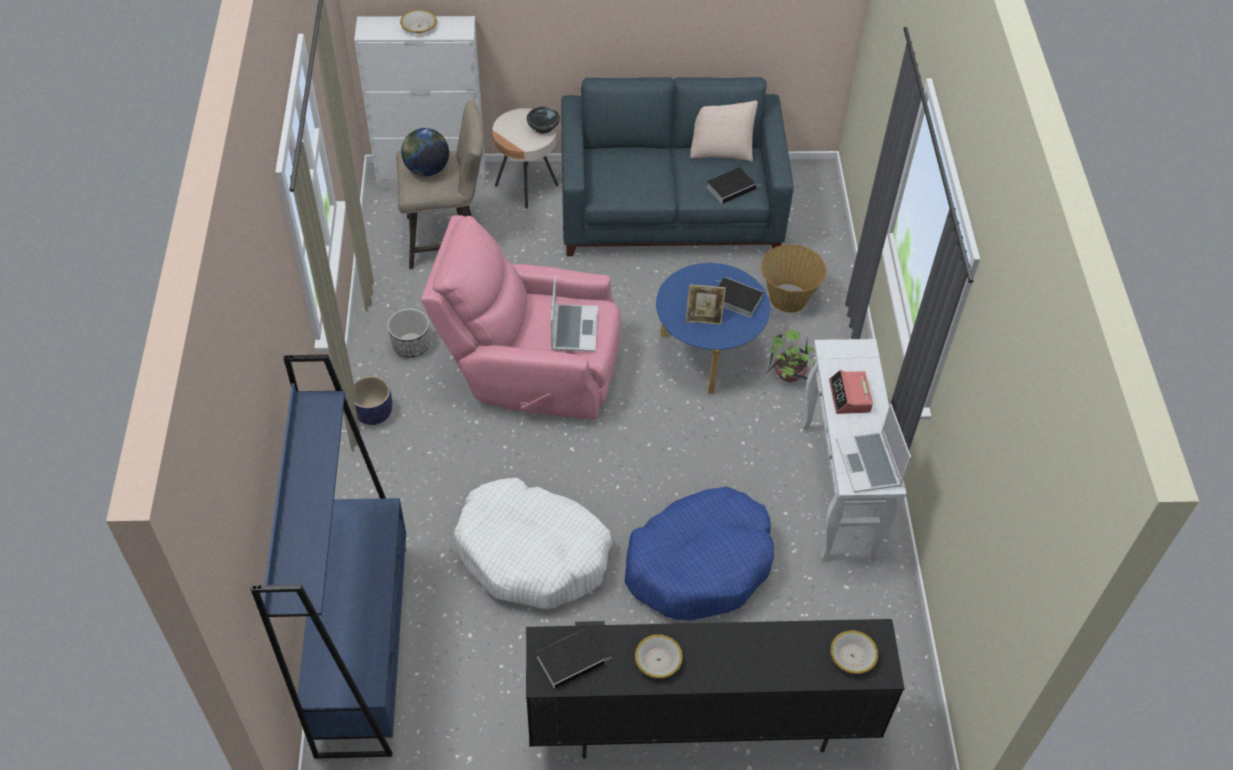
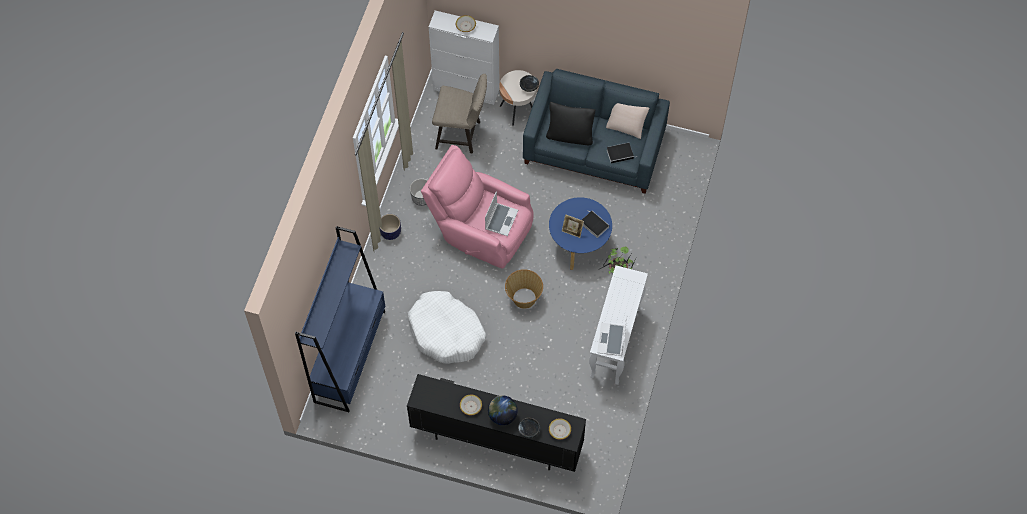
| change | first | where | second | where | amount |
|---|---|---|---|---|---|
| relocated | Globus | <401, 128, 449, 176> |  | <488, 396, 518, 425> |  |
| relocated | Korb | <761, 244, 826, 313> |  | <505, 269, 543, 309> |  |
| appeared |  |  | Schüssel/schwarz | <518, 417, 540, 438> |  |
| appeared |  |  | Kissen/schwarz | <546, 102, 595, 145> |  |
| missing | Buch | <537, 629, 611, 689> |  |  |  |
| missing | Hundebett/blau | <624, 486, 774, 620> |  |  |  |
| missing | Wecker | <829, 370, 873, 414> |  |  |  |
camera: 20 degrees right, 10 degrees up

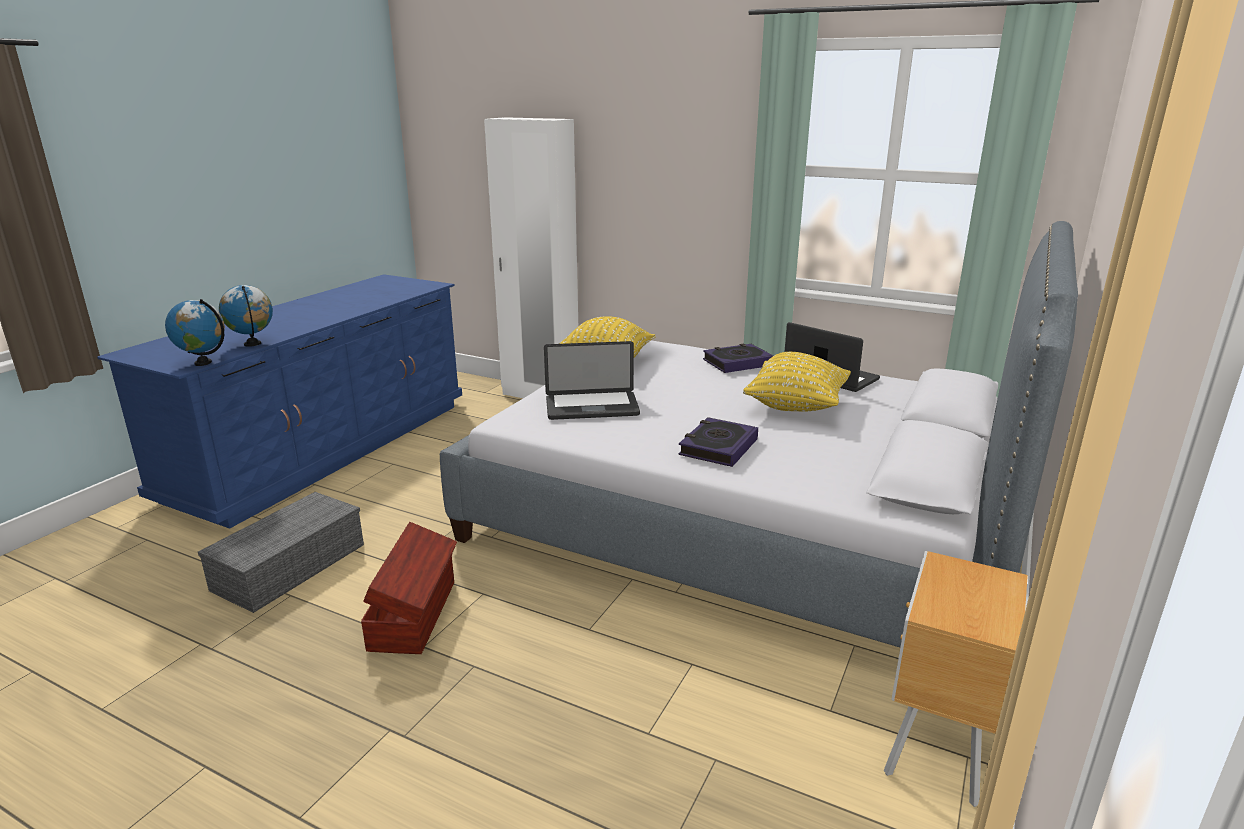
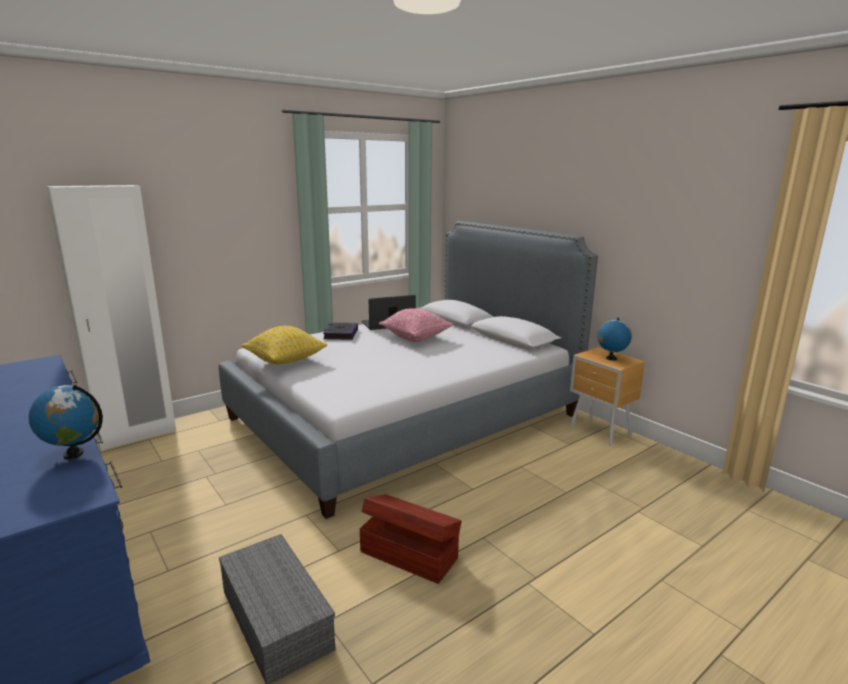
| change | first | where | second | where | amount |
|---|---|---|---|---|---|
| colour | Kissen/gelb | <743, 352, 851, 411> | Kissen/rosa | <379, 308, 453, 342> |  |
| relocated | Globus | <165, 299, 225, 366> |  | <597, 318, 632, 360> |  |
| missing | Laptop | <544, 341, 640, 420> |  |  |  |
| missing | Buch | <678, 417, 758, 467> |  |  |  |
camera: 65 degrees left, 5 degrees down

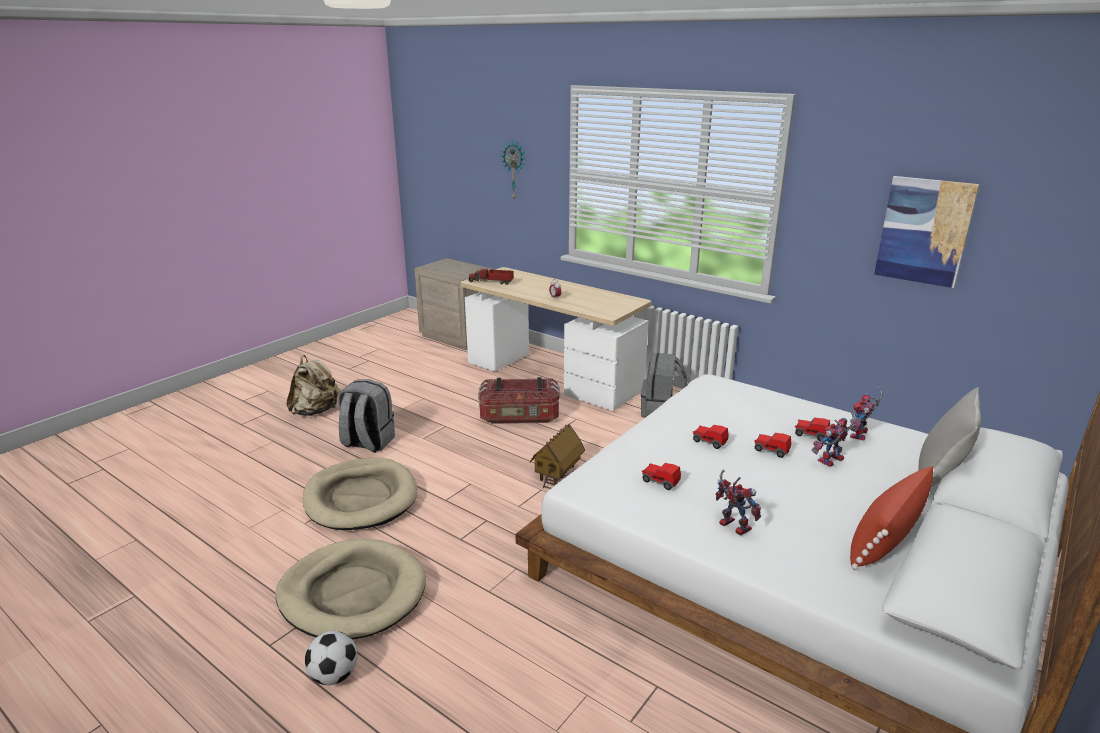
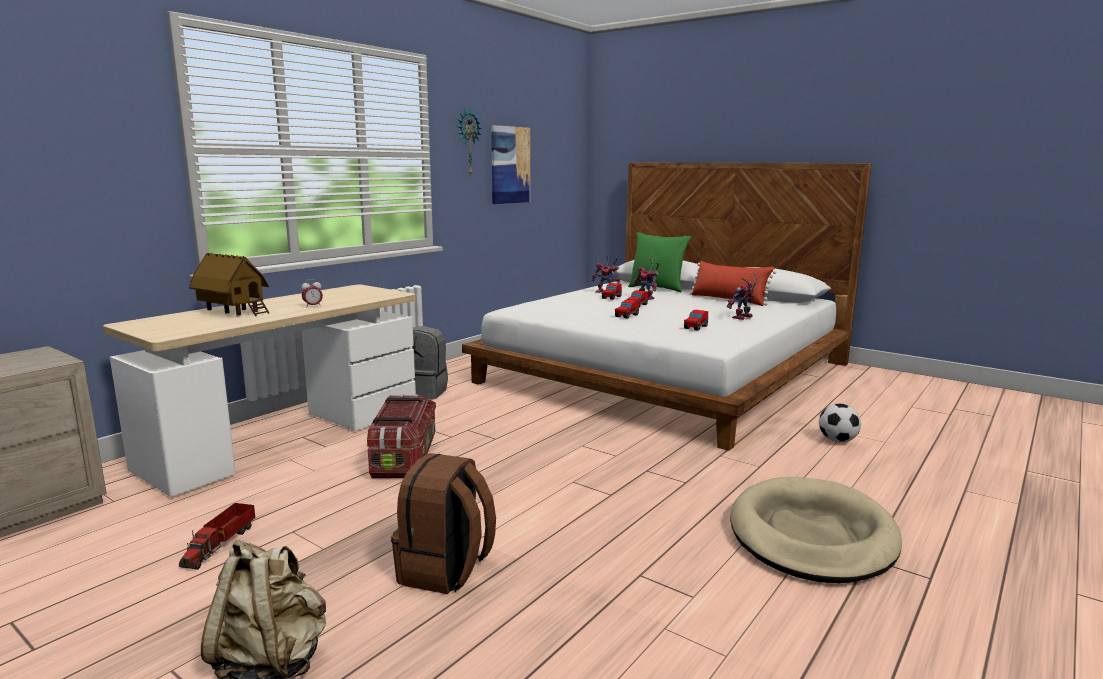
| change | first | where | second | where | amount |
|---|---|---|---|---|---|
| relocated | Spielzeuglaster | <468, 269, 514, 285> |  | <179, 503, 255, 570> |  |
| relocated | Spielzeughaus | <530, 424, 585, 489> |  | <189, 253, 269, 316> |  |
| colour | Rucksack/grau | <338, 379, 395, 453> | Rucksack/braun | <391, 453, 496, 594> |  |
| relocated | Wanduhr | <501, 141, 526, 199> |  | <457, 108, 482, 175> |  |
| colour | Kissen/grau | <918, 387, 981, 487> | Kissen/grün | <628, 232, 691, 292> |  |
| relocated | Fußball | <305, 631, 357, 685> |  | <819, 404, 861, 443> |  |
| missing | Hundebett/beige | <302, 458, 418, 531> |  |  |  |
camera: 90 degrees left, 10 degrees down

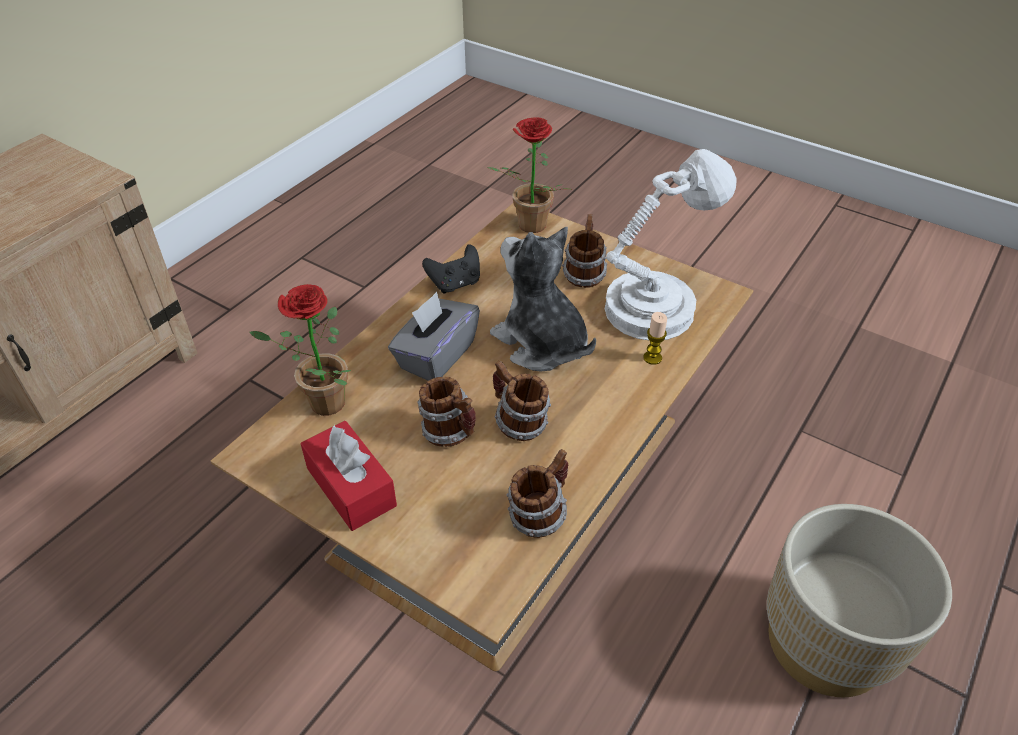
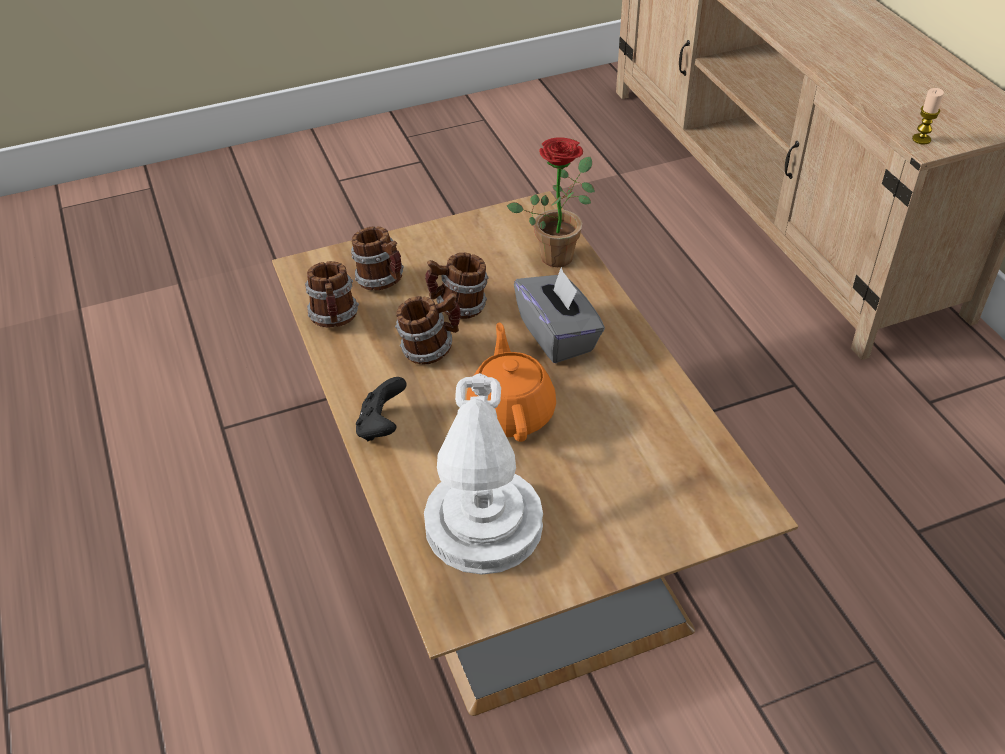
| change | first | where | second | where | amount |
|---|---|---|---|---|---|
| relocated | Henkelbecher | <562, 214, 607, 288> |  | <351, 226, 404, 291> |  |
| relocated | Gamepad/schwarz | <422, 244, 480, 294> |  | <356, 377, 407, 441> |  |
| exchanged | Plüschtier | <490, 227, 596, 372> | Teekanne/orange | <466, 322, 556, 442> |  |
| relocated | Kerze | <643, 312, 667, 365> |  | <912, 88, 944, 145> |  |
| missing | Taschentuchbox/rot | <301, 421, 397, 531> |  |  |  |
| missing | Topfpflanze | <487, 117, 572, 233> |  |  |  |
| missing | Pflanzkübel/beige | <767, 504, 952, 697> |  |  |  |
camera: 125 degrees right, 0 degrees up

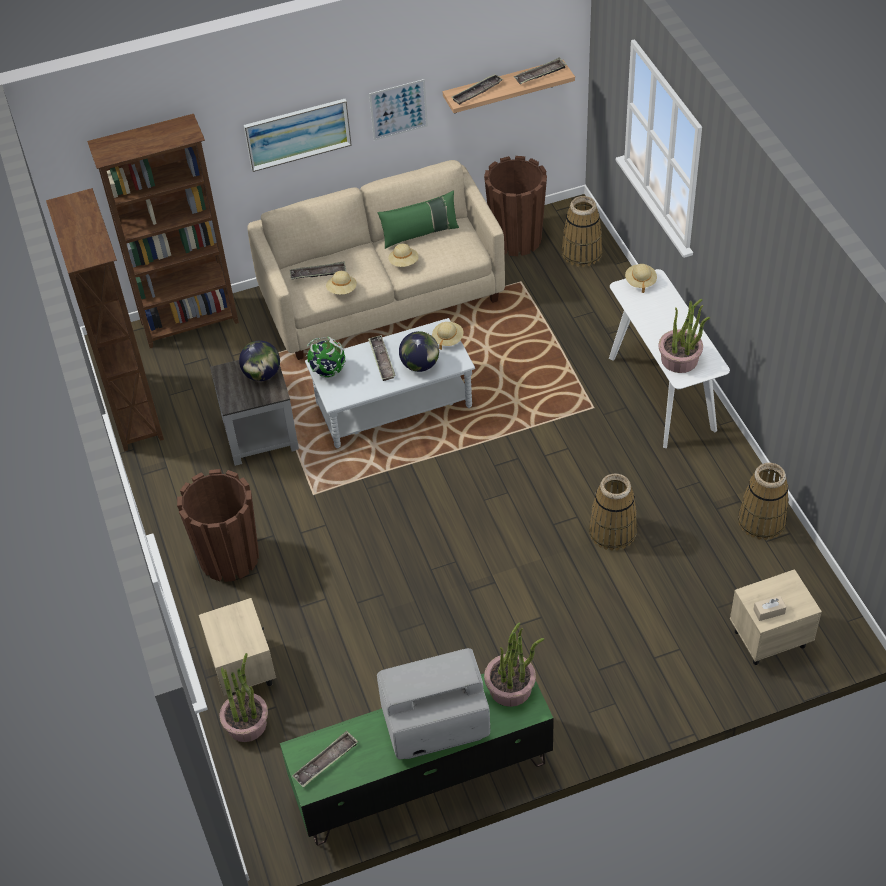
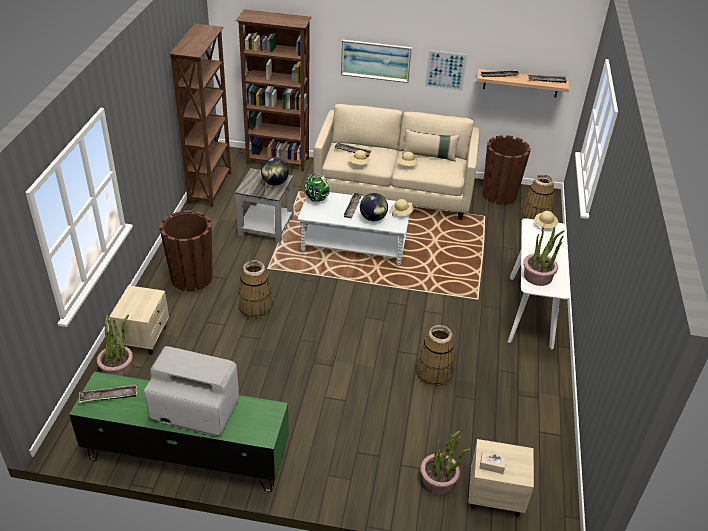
| change | first | where | second | where | amount |
|---|---|---|---|---|---|
| relocated | Korb | <738, 463, 789, 540> |  | <239, 260, 273, 320> |  |
| colour | Kissen/grün | <378, 191, 459, 249> | Kissen/beige | <402, 128, 460, 162> |  |
| relocated | Topfpflanze | <484, 623, 544, 707> |  | <420, 431, 471, 494> |  |
camera: 25 degrees right, 10 degrees down

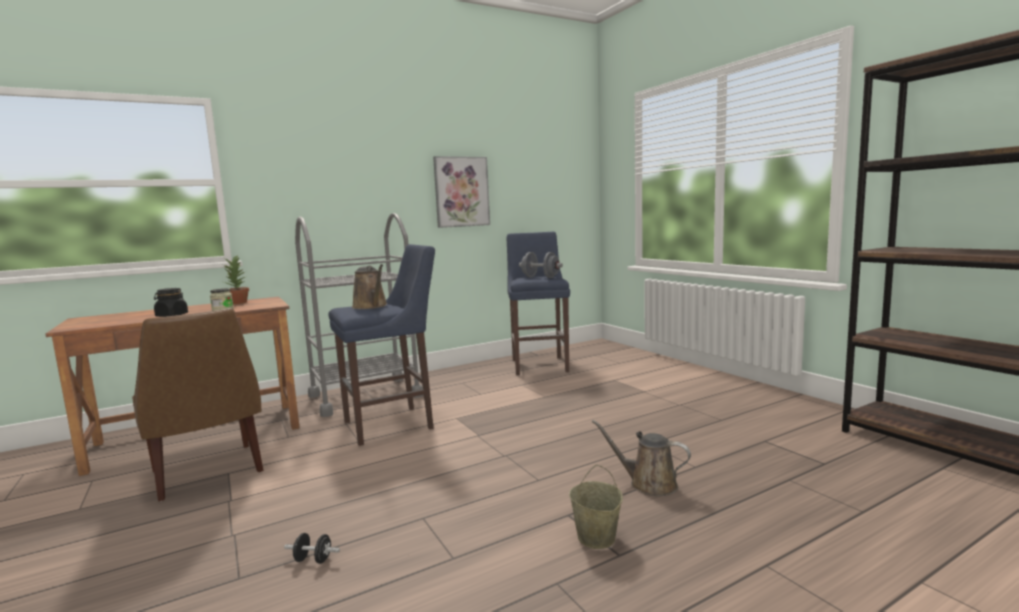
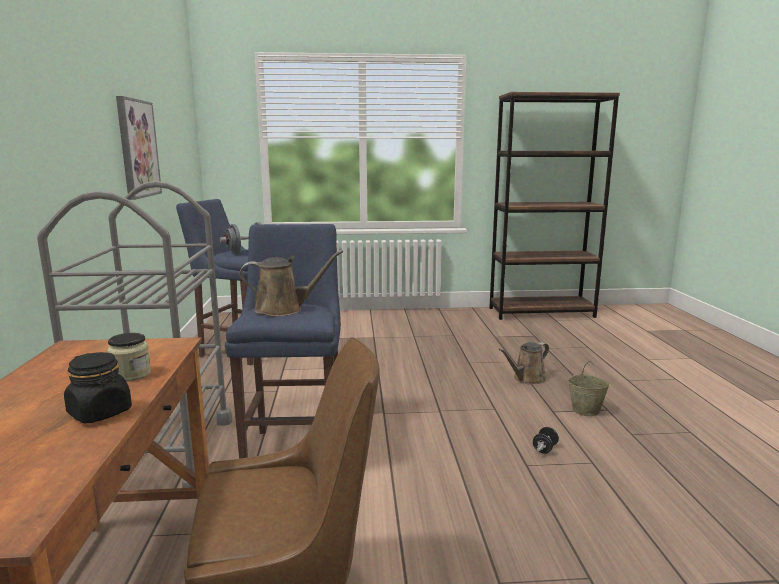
| change | first | where | second | where | amount |
|---|---|---|---|---|---|
| relocated | Hantel/schwarz | <284, 533, 340, 564> |  | <533, 427, 559, 454> |  |
| missing | Topfpflanze | <223, 255, 249, 304> |  |  |  |
camera: 65 degrees left, 5 degrees up

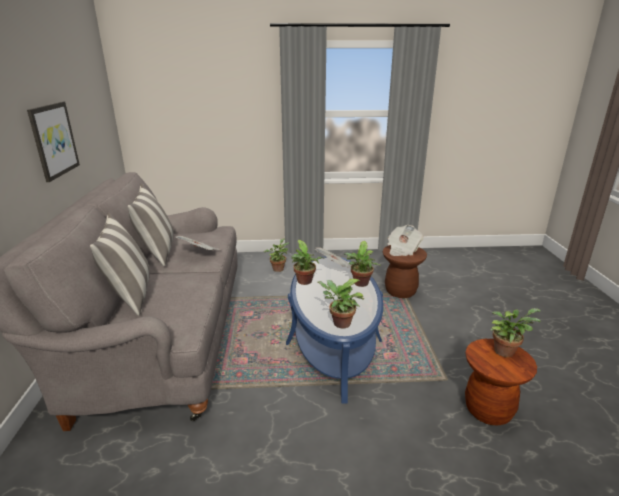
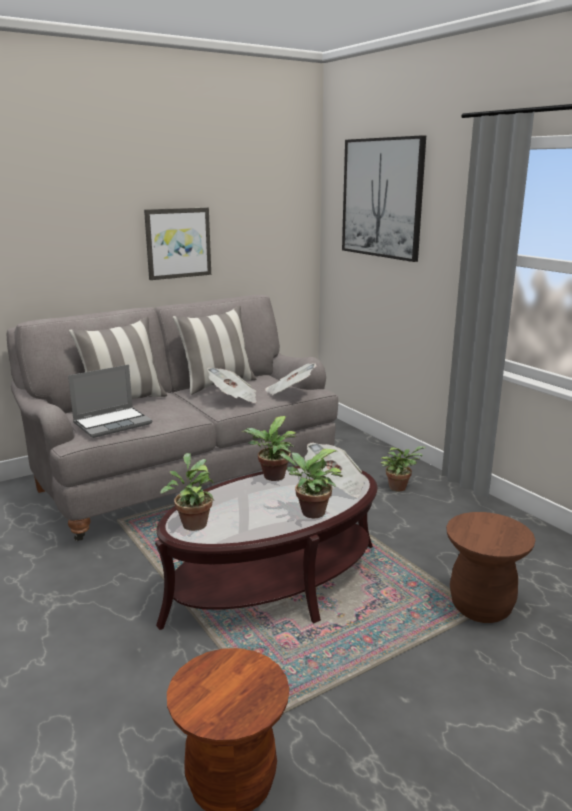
| change | first | where | second | where | amount |
|---|---|---|---|---|---|
| appeared |  |  | Laptop | <68, 364, 152, 438> |  |
| colour | Couchtisch/blau | <286, 256, 383, 404> | Couchtisch/braun | <155, 466, 378, 630> |  |
| relocated | Zeitung | <388, 225, 423, 256> |  | <265, 363, 317, 395> |  |
| appeared |  |  | Bild | <342, 135, 426, 262> |  |
| missing | Topfpflanze | <490, 308, 541, 357> |  |  |  |
camera: 60 degrees right, 5 degrees down

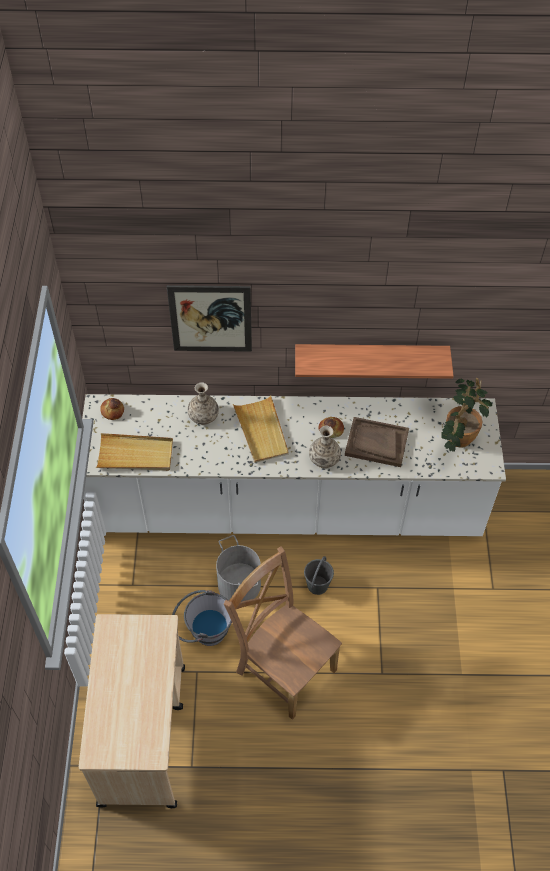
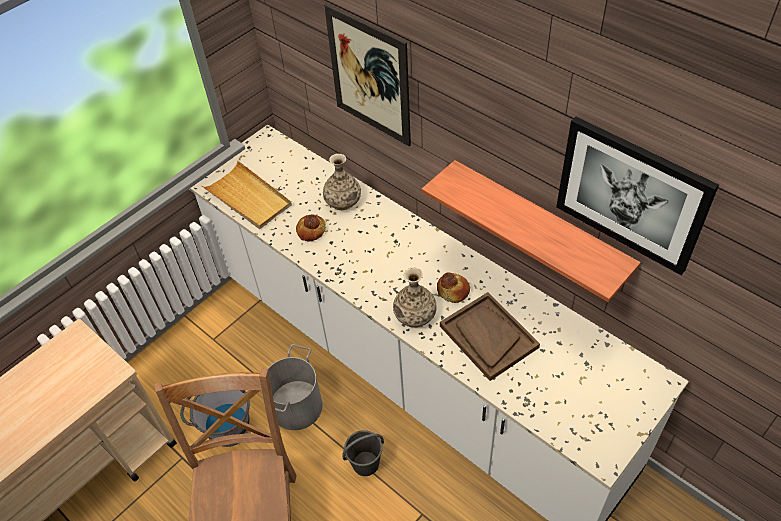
| change | first | where | second | where | amount |
|---|---|---|---|---|---|
| relocated | Brot | <100, 398, 124, 420> |  | <296, 214, 326, 241> |  |
| appeared |  |  | Bild | <556, 117, 719, 275> |  |
| missing | Tablett/beige | <233, 395, 289, 463> |  |  |  |
| missing | Topfpflanze | <441, 378, 492, 451> |  |  |  |
camera: 45 degrees right, 5 degrees down

